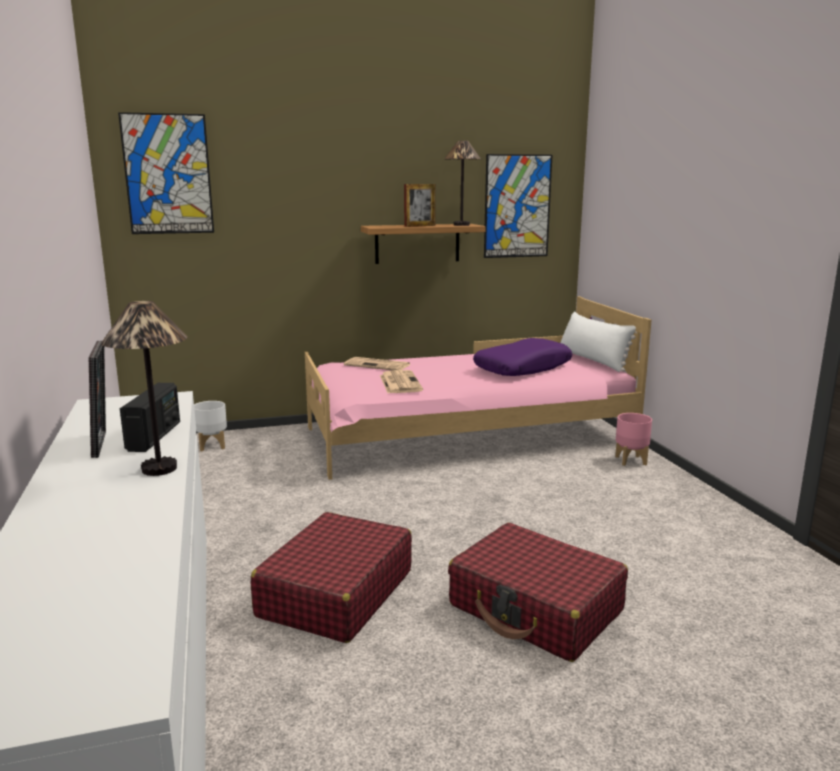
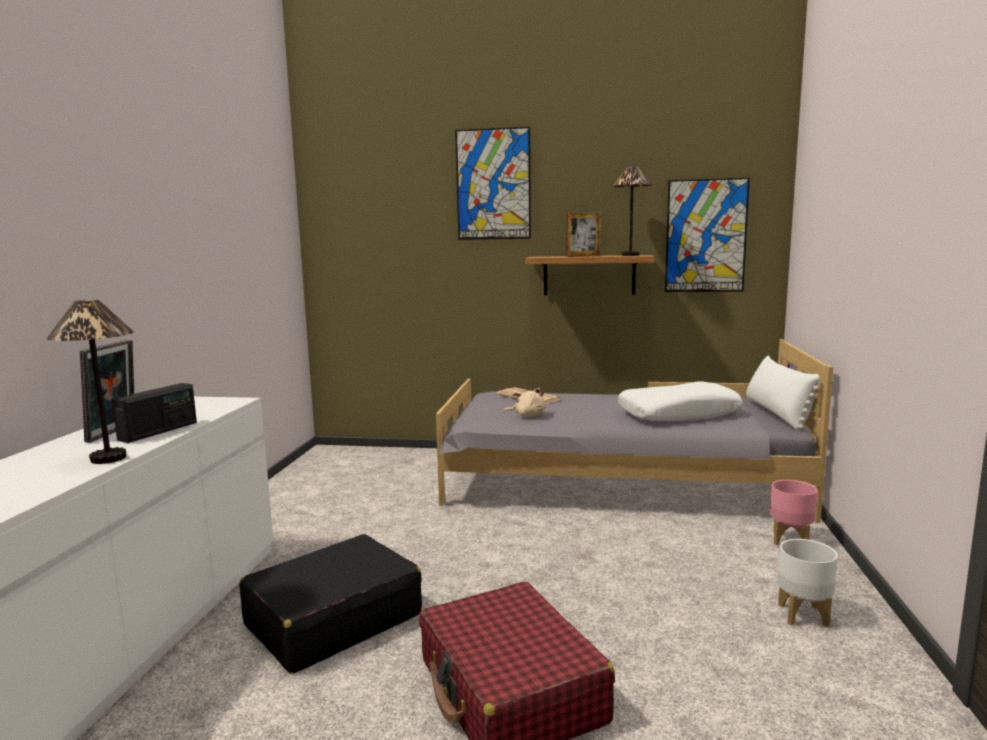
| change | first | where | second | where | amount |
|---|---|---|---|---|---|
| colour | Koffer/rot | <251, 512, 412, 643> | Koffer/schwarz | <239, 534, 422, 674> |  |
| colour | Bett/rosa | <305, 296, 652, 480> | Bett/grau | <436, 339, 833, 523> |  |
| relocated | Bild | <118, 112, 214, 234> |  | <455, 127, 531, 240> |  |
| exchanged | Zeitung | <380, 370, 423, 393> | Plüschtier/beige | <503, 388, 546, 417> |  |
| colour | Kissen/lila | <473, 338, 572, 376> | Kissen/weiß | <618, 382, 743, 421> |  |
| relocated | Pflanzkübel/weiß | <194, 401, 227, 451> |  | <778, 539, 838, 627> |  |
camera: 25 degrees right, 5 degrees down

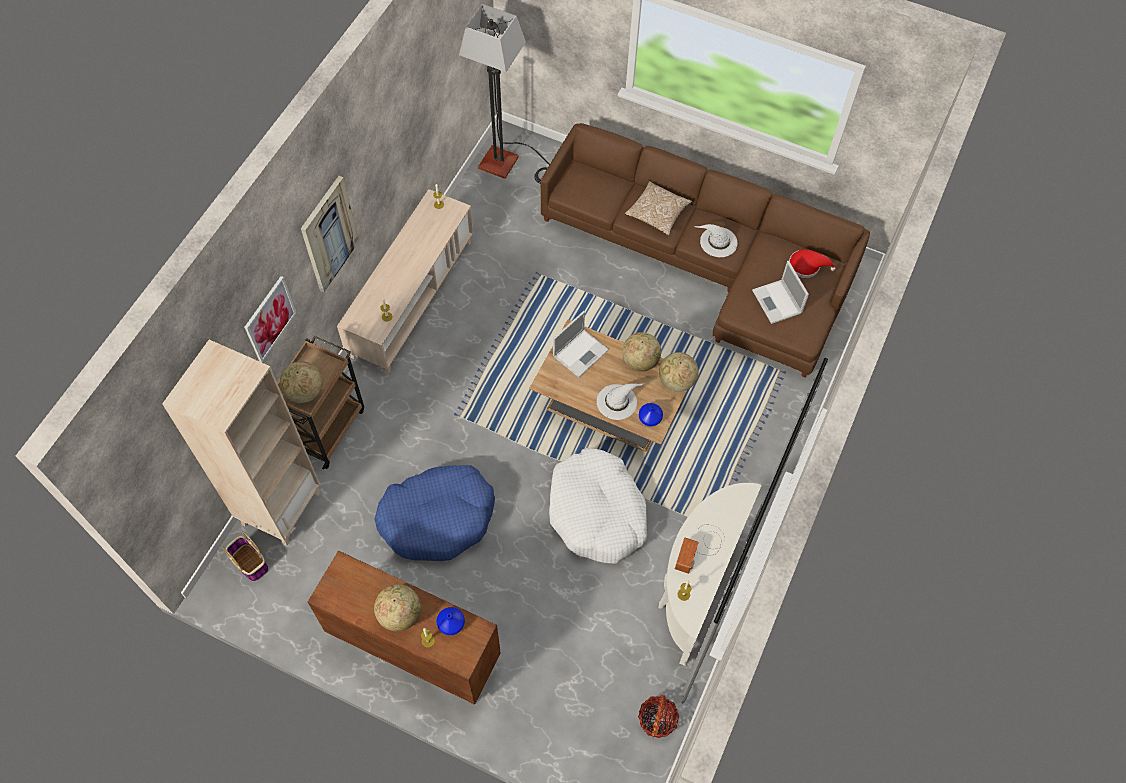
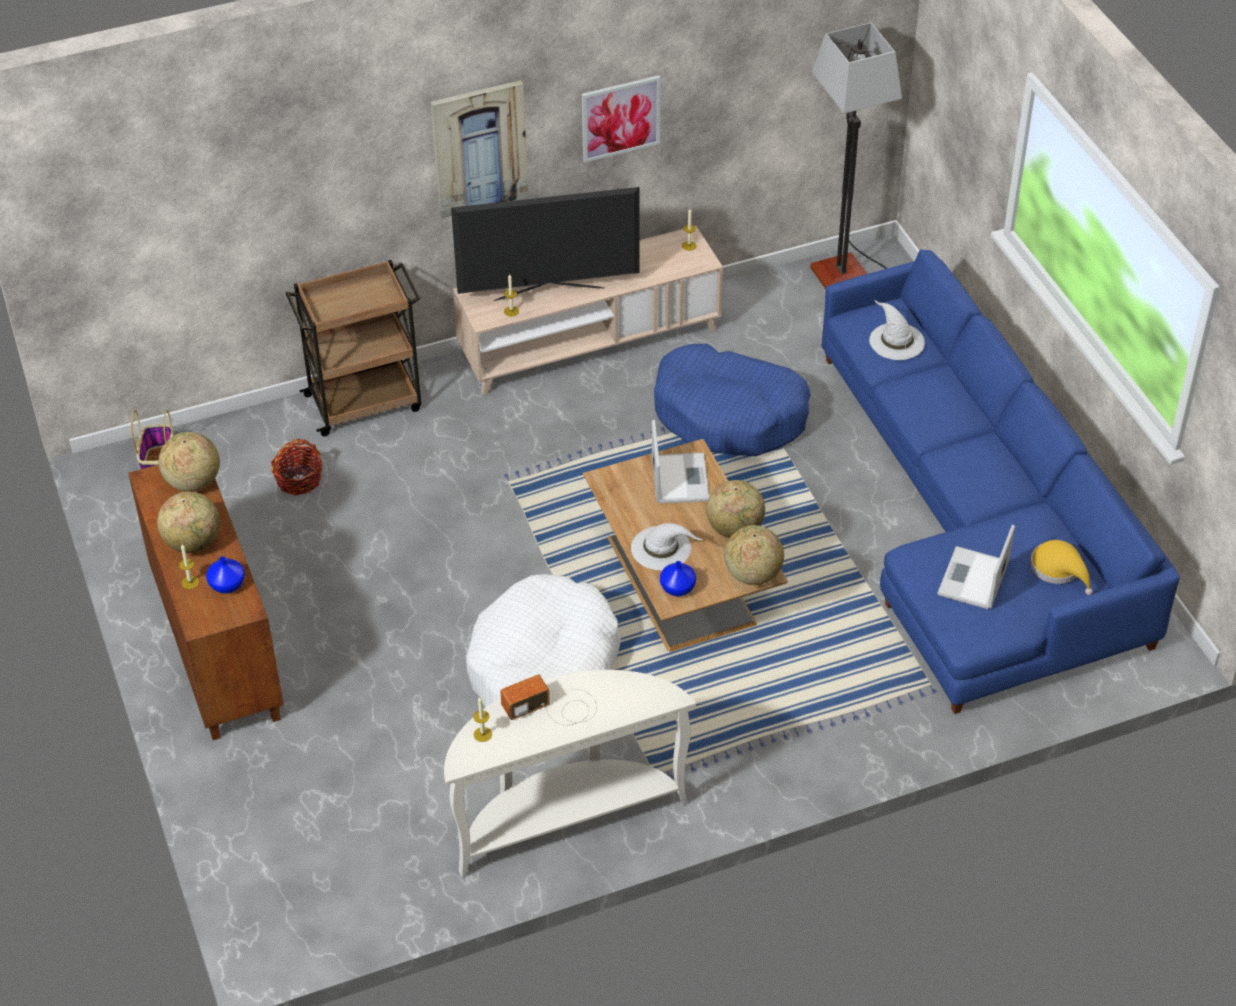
| change | first | where | second | where | amount |
|---|---|---|---|---|---|
| relocated | Globus | <280, 361, 323, 403> |  | <159, 432, 220, 492> |  |
| relocated | Korb | <638, 695, 680, 738> |  | <271, 439, 322, 495> |  |
| appeared |  |  | Fernseher | <451, 187, 639, 301> |  |
| relocated | Bild | <244, 276, 296, 362> |  | <581, 75, 661, 163> |  |
| spun | Laptop | <553, 311, 609, 378> |  | <652, 420, 709, 503> | 90 degrees counterclockwise |
| relocated | Hundebett/blau | <374, 465, 495, 561> |  | <654, 344, 811, 456> |  |
| colour | Sofa/braun | <540, 123, 870, 377> | Sofa/blau | <822, 250, 1180, 714> |  |
| relocated | Hut/weiß | <694, 224, 738, 257> |  | <869, 299, 925, 360> |  |
| colour | Hut/rot | <789, 249, 835, 278> | Hut/gelb | <1030, 540, 1093, 595> |  |
| missing | Bücherregal/beige | <162, 340, 320, 546> |  |  |  |
| missing | Kissen | <625, 181, 692, 236> |  |  |  |
camera: 45 degrees right, 15 degrees down

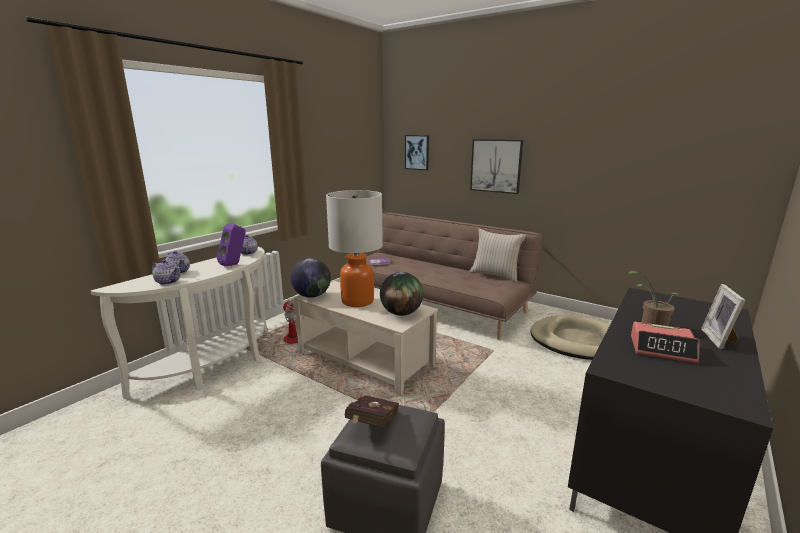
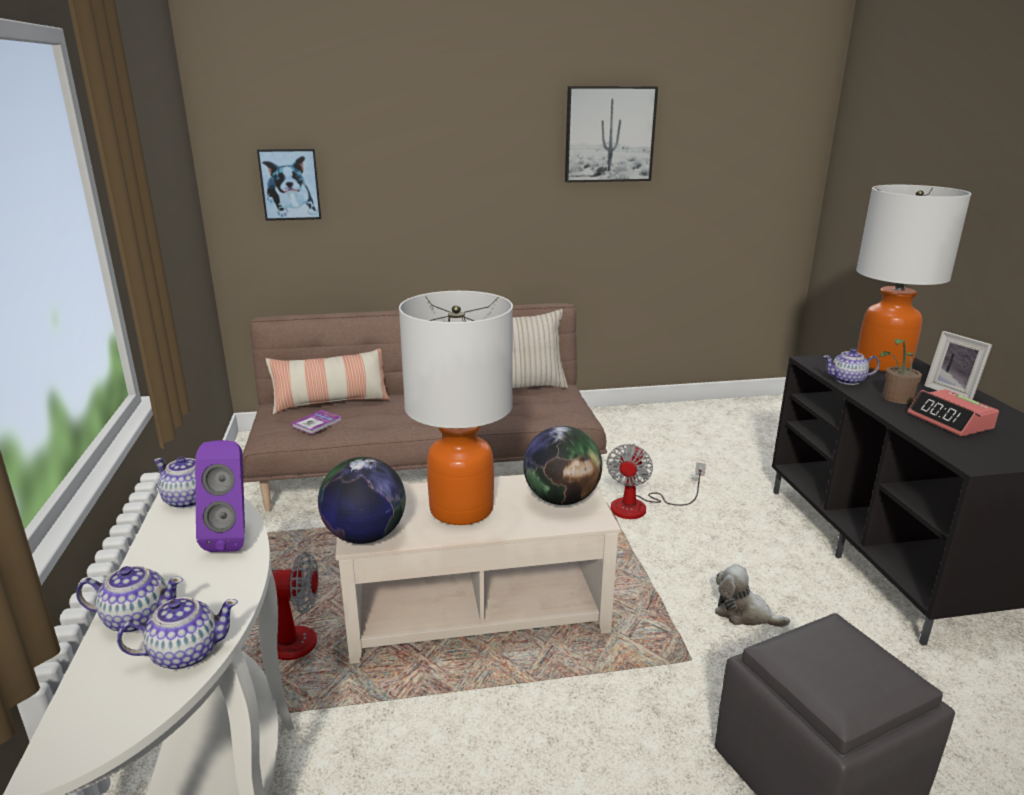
| change | first | where | second | where | amount |
|---|---|---|---|---|---|
| appeared |  |  | Kissen | <266, 349, 390, 414> |  |
| relocated | Bild | <470, 139, 523, 194> |  | <565, 86, 658, 182> |  |
| appeared |  |  | Ventilator | <606, 444, 706, 519> |  |
| appeared |  |  | Plüschtier | <715, 564, 790, 627> |  |
| appeared |  |  | Teekanne | <823, 349, 880, 385> |  |
| appeared |  |  | Tischlampe | <856, 185, 971, 372> |  |
| spun | Wecker | <631, 322, 700, 363> |  | <907, 389, 999, 437> | 90 degrees clockwise |
| missing | Buch/rot | <345, 395, 399, 428> |  |  |  |
| missing | Hundebett/beige | <530, 315, 610, 360> |  |  |  |
camera: 45 degrees left, 5 degrees up

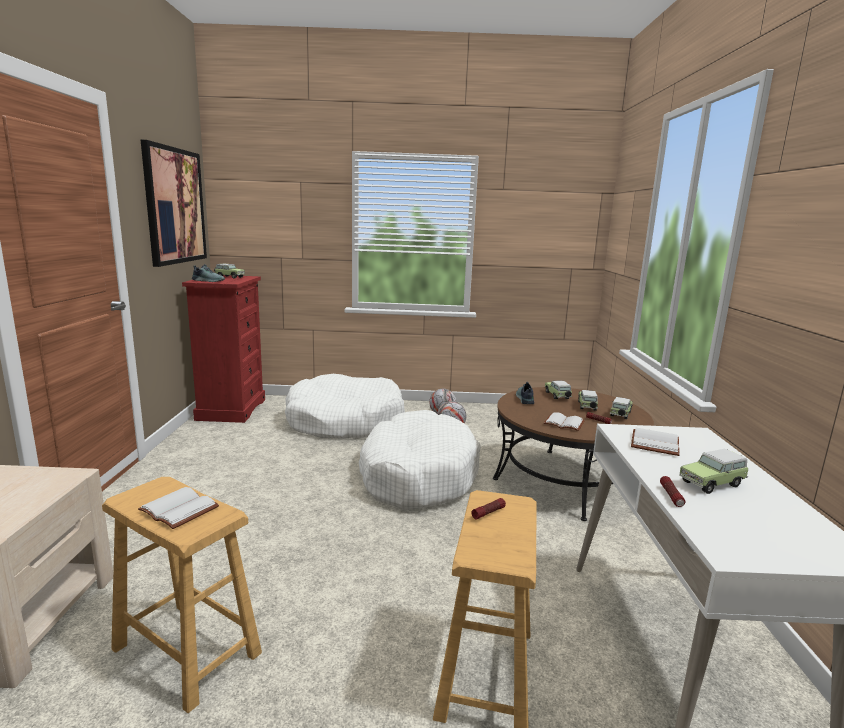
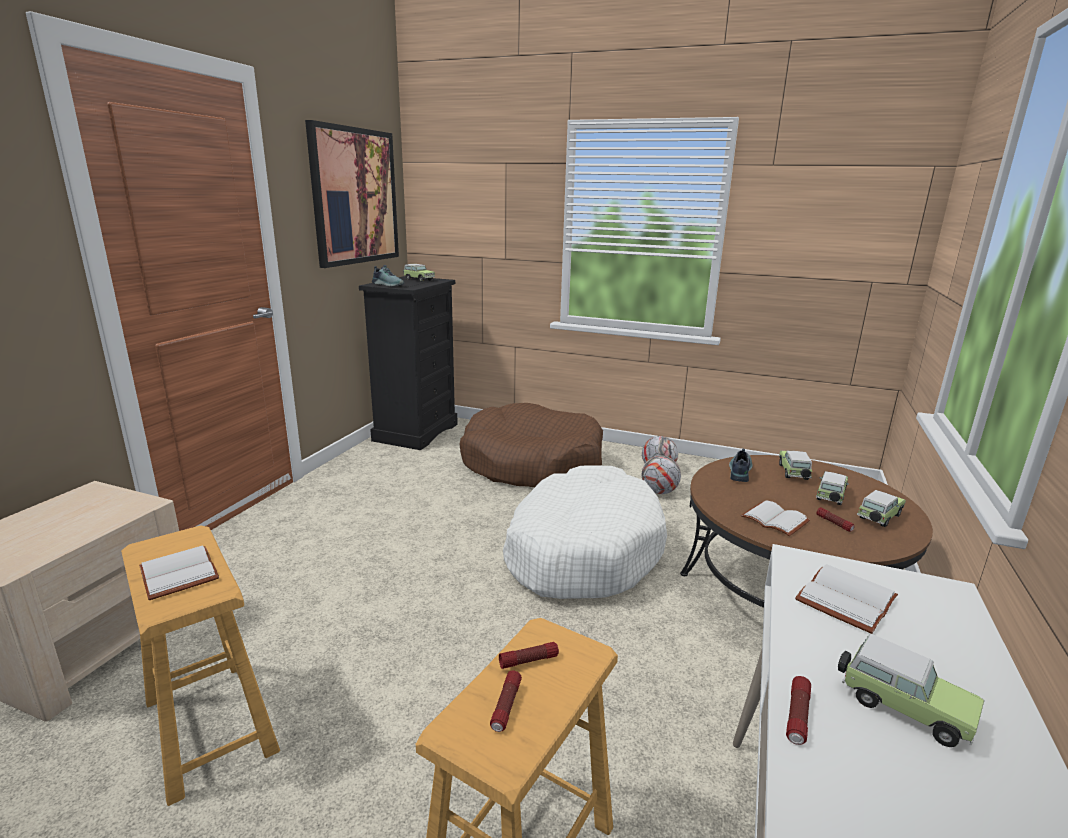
| change | first | where | second | where | amount |
|---|---|---|---|---|---|
| colour | Kommode/rot | <182, 275, 265, 423> | Kommode/schwarz | <359, 276, 458, 450> |  |
| colour | Hundebett/weiß | <285, 374, 405, 439> | Hundebett/braun | <459, 403, 603, 487> |  |
| appeared |  |  | Taschenlampe | <490, 670, 522, 732> |  |
| spun | Spielzeugauto | <679, 449, 748, 494> |  | <838, 634, 984, 747> | 135 degrees counterclockwise |
camera: 20 degrees right, 5 degrees up

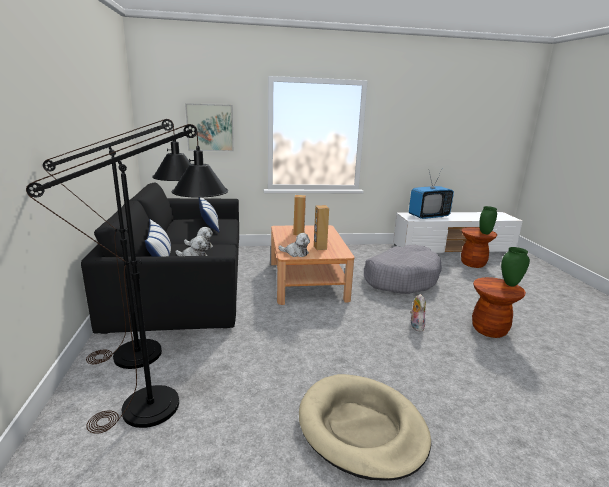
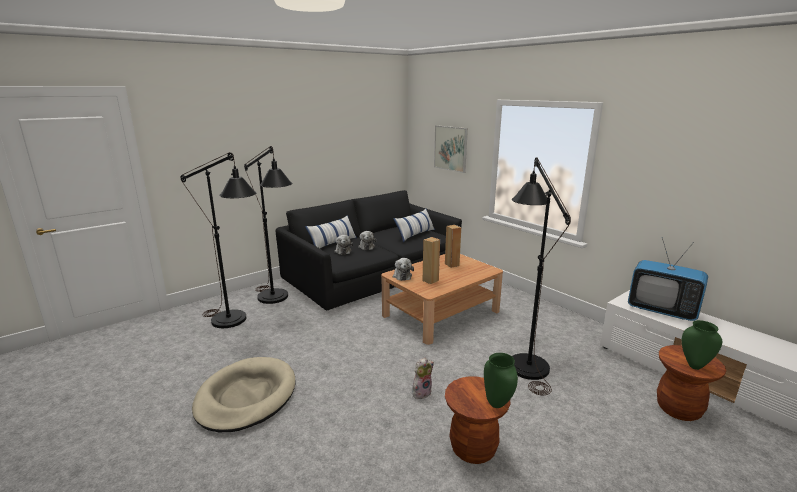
| change | first | where | second | where | amount |
|---|---|---|---|---|---|
| exchanged | Hundebett/grau | <364, 245, 442, 294> | Stehlampe/schwarz | <512, 157, 571, 395> |  |
camera: 60 degrees right, 0 degrees up

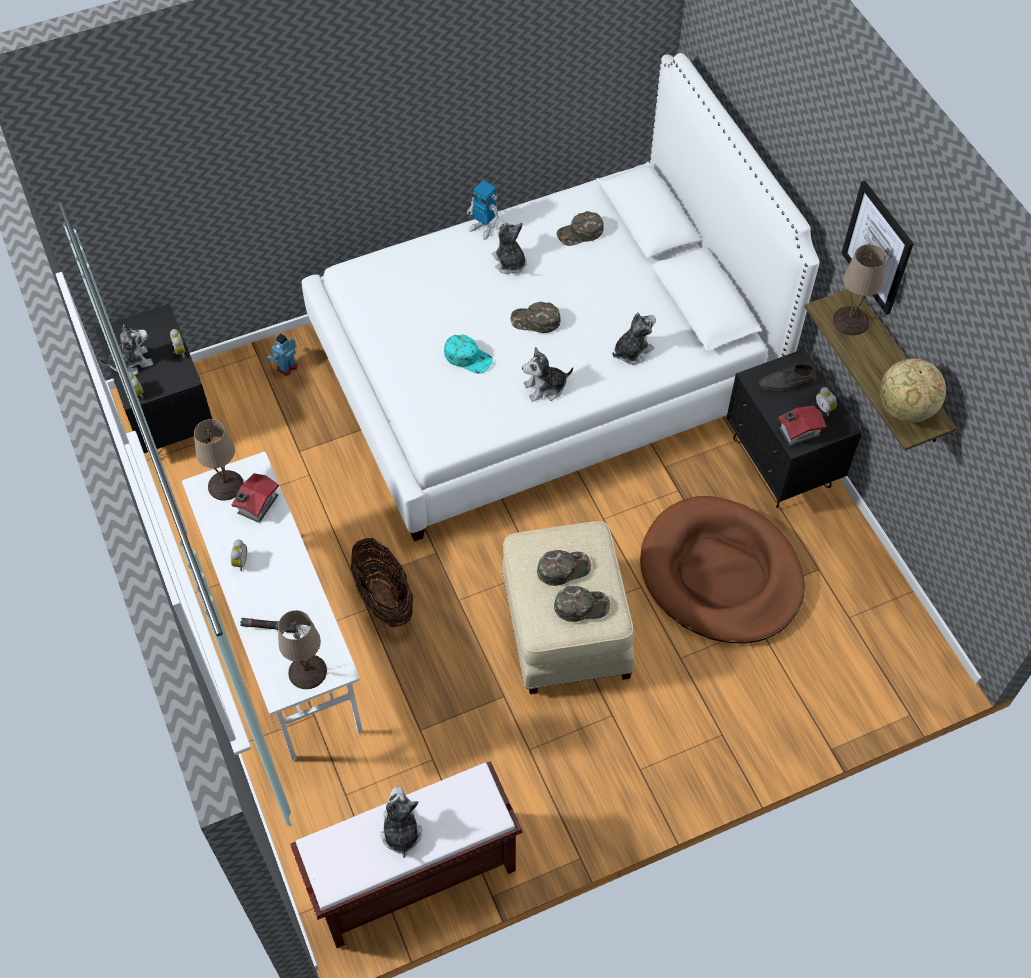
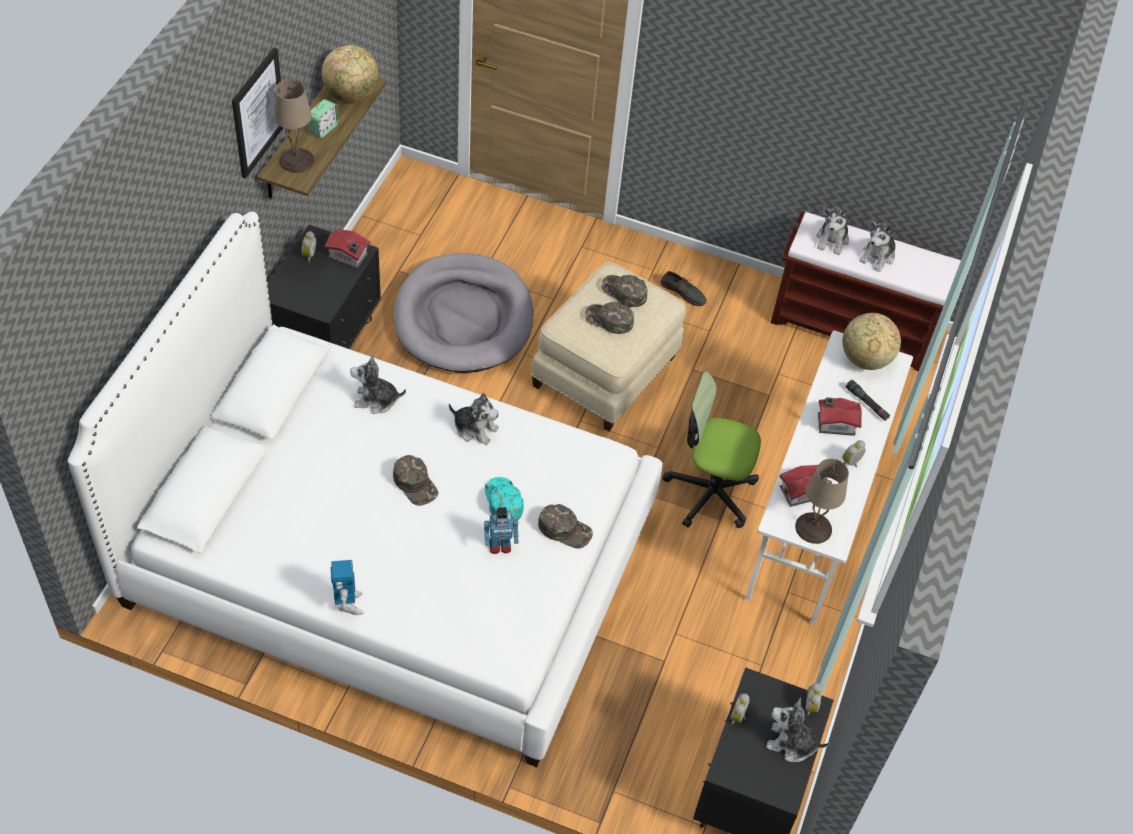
| change | first | where | second | where | amount |
|---|---|---|---|---|---|
| appeared |  |  | Wecker | <308, 99, 339, 138> |  |
| colour | Hundebett/braun | <640, 496, 805, 643> | Hundebett/grau | <393, 253, 533, 373> |  |
| relocated | Spielzeugroboter | <267, 334, 298, 376> |  | <484, 507, 519, 554> |  |
| relocated | Kappe/grün | <557, 211, 604, 246> |  | <538, 504, 593, 549> |  |
| relocated | Schuh/grau | <759, 364, 817, 392> |  | <660, 271, 707, 306> |  |
| exchanged | Korb | <351, 538, 413, 628> | Bürostuhl | <663, 371, 761, 528> |  |
| relocated | Plüschtier | <492, 221, 527, 274> |  | <816, 207, 849, 255> |  |
| appeared |  |  | Spielzeughaus | <818, 397, 862, 436> |  |
| exchanged | Tischlampe/beige | <278, 610, 327, 689> | Globus | <842, 313, 901, 370> |  |
camera: 140 degrees left, 5 degrees down

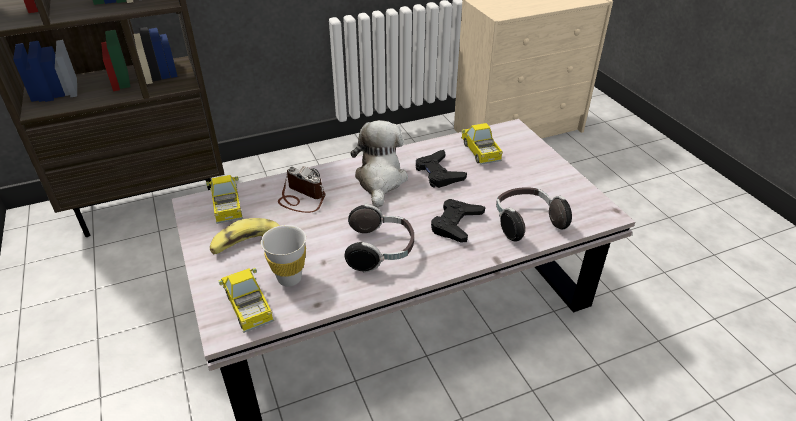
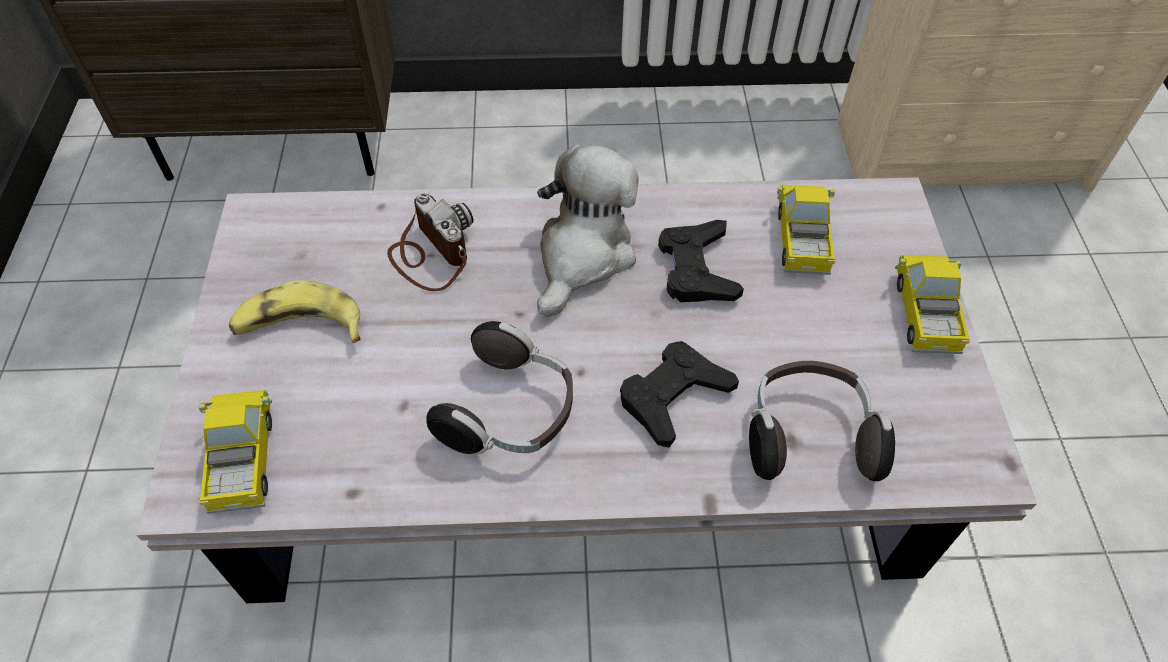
| change | first | where | second | where | amount |
|---|---|---|---|---|---|
| relocated | Spielzeuglaster | <206, 175, 243, 224> |  | <895, 255, 970, 354> |  |
| missing | Tasse/weiß | <261, 225, 306, 287> |  |  |  |
camera: 20 degrees right, 15 degrees up

